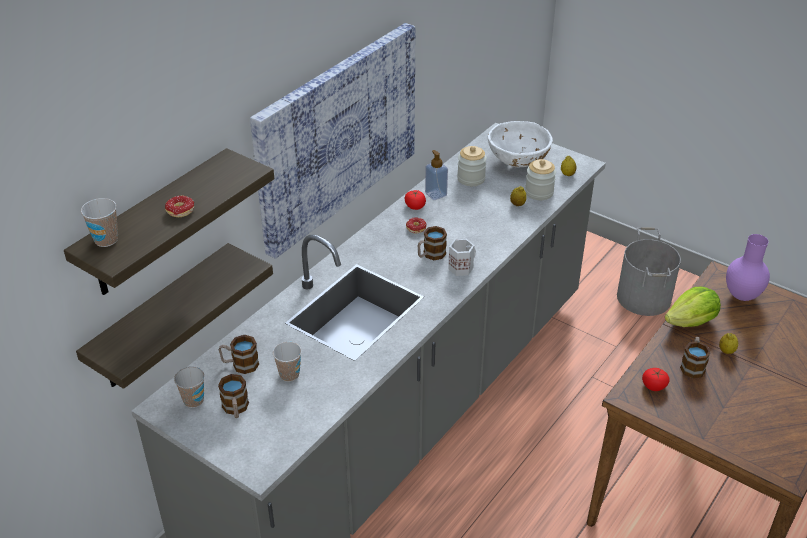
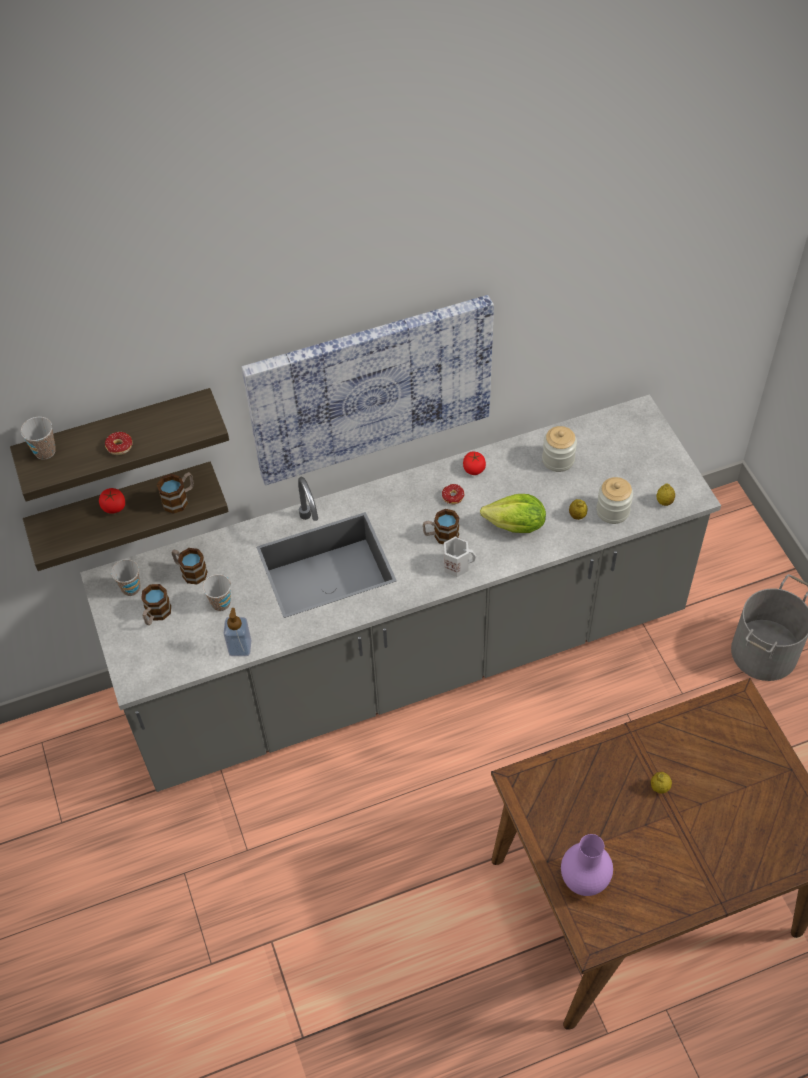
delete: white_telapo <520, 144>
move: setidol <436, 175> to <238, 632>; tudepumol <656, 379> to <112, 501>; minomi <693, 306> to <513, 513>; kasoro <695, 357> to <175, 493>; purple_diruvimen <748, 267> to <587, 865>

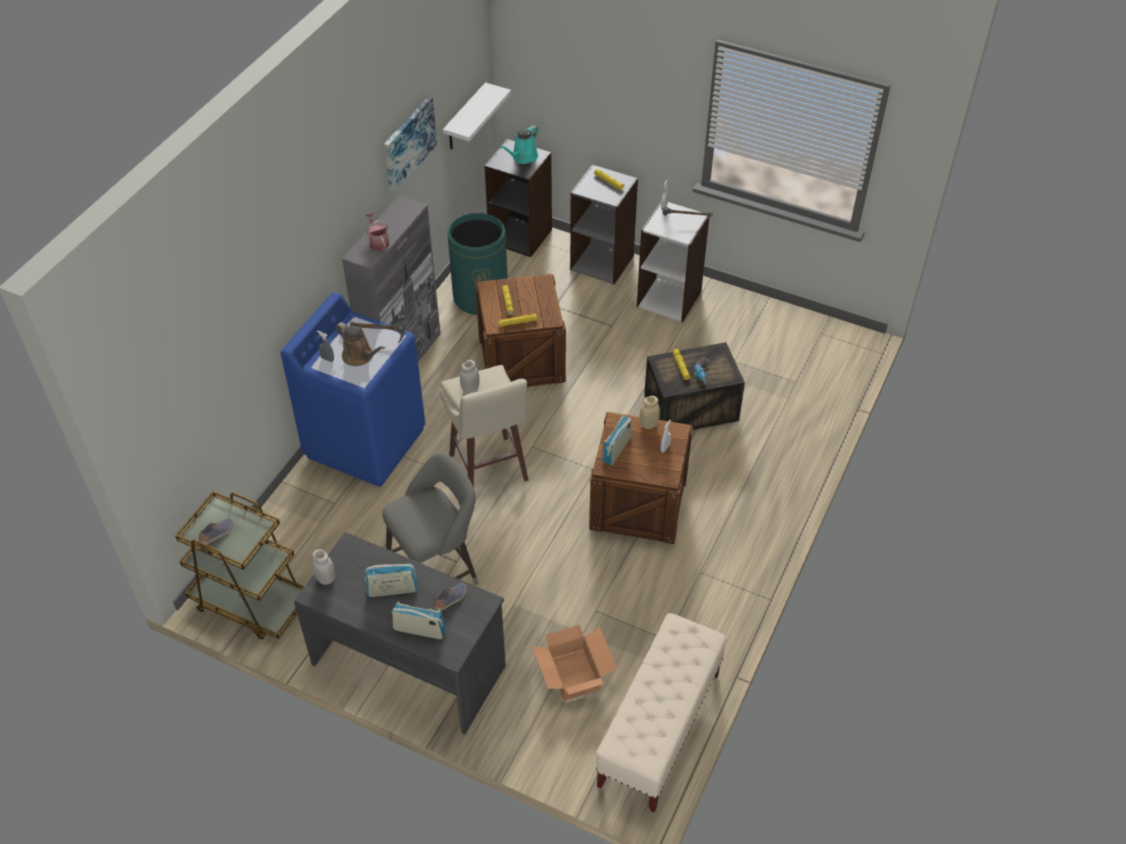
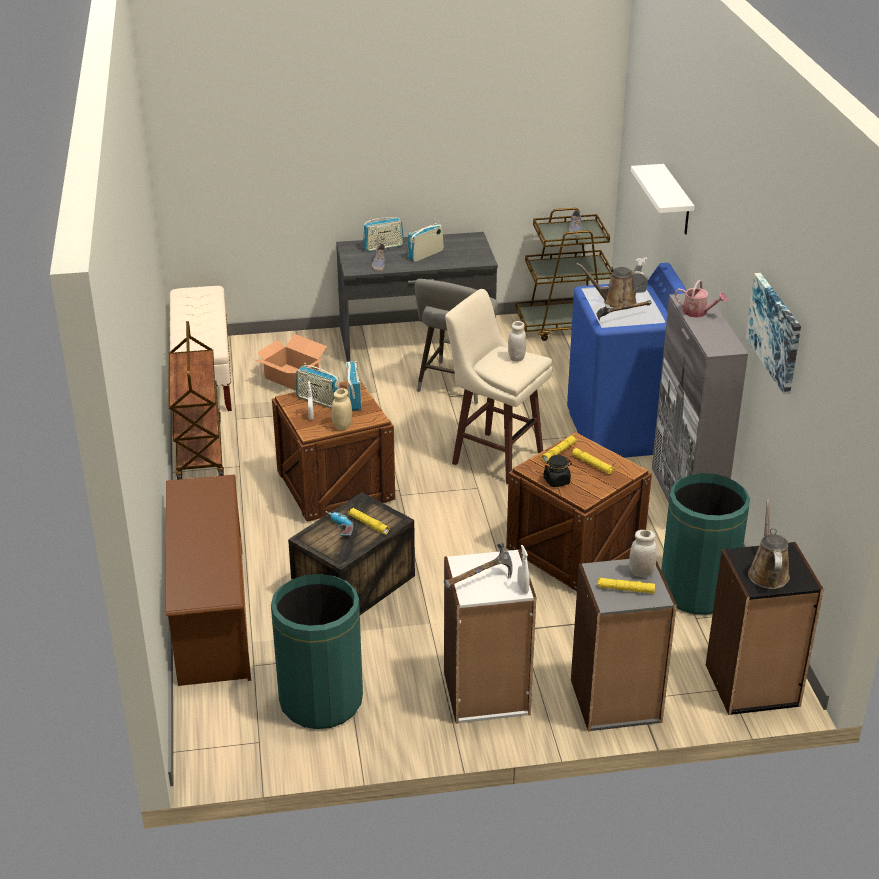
insert: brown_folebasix <208, 580>; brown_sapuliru <196, 400>; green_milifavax <317, 651>; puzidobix <318, 385>; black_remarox <557, 471>
move: white_remarox <323, 567> to <643, 553>; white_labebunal <477, 115> to <662, 199>
recolor: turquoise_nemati <519, 145> to brown_nemati <769, 544>

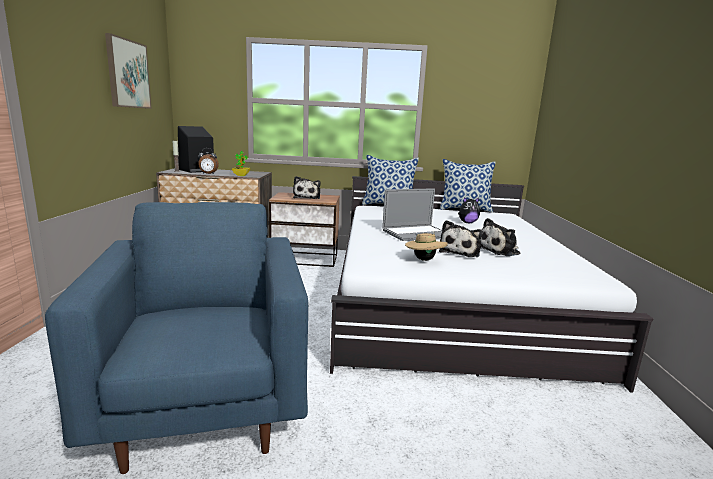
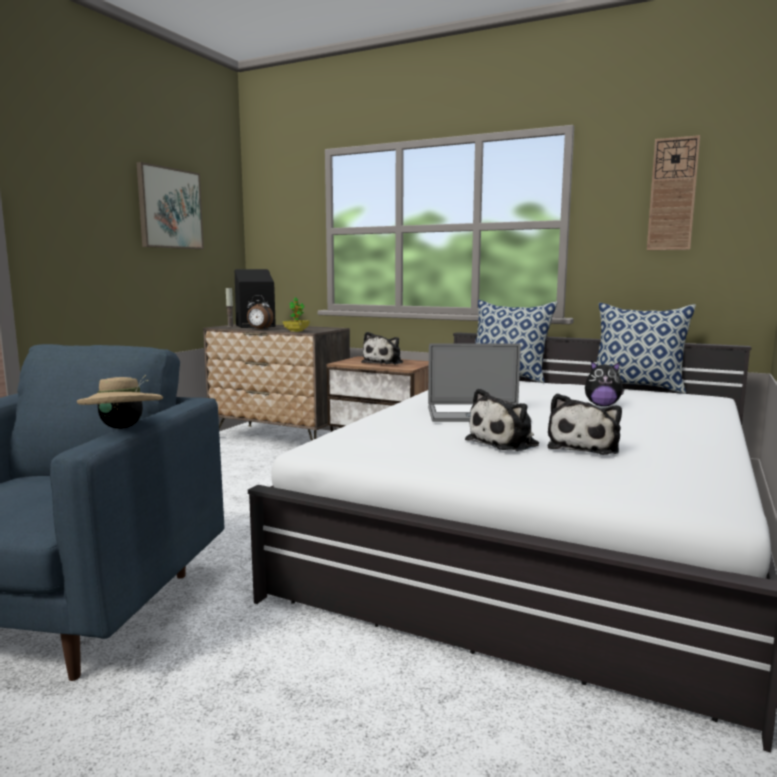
insert: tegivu <673, 192>
move: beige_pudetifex <426, 246> to <120, 402>
rotate: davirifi <500, 237> = <585, 424> 60 degrees counterclockwise

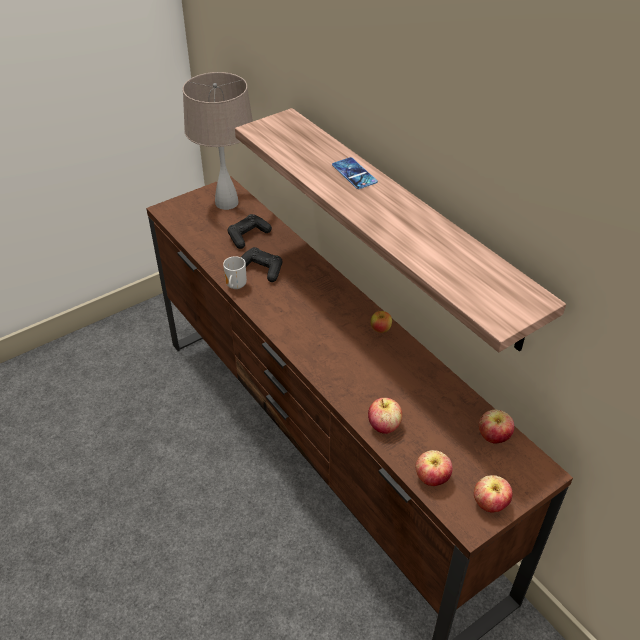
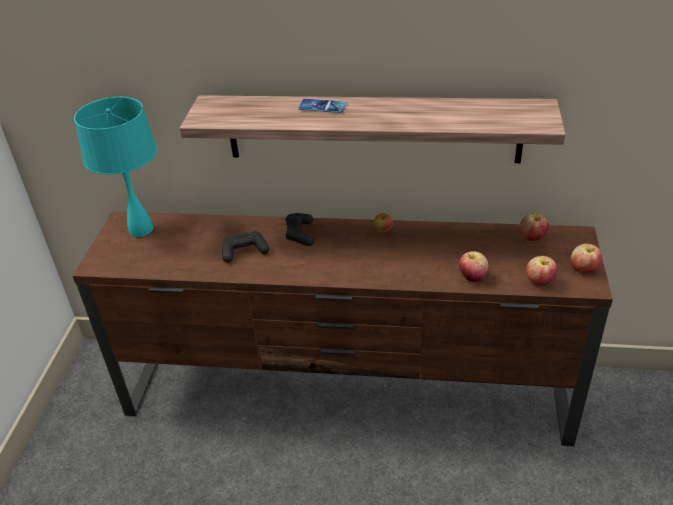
delete: kasoro <235, 272>
move: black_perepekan <249, 231> to <299, 229>
recolor: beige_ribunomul <218, 141> to turquoise_ribunomul <115, 167>

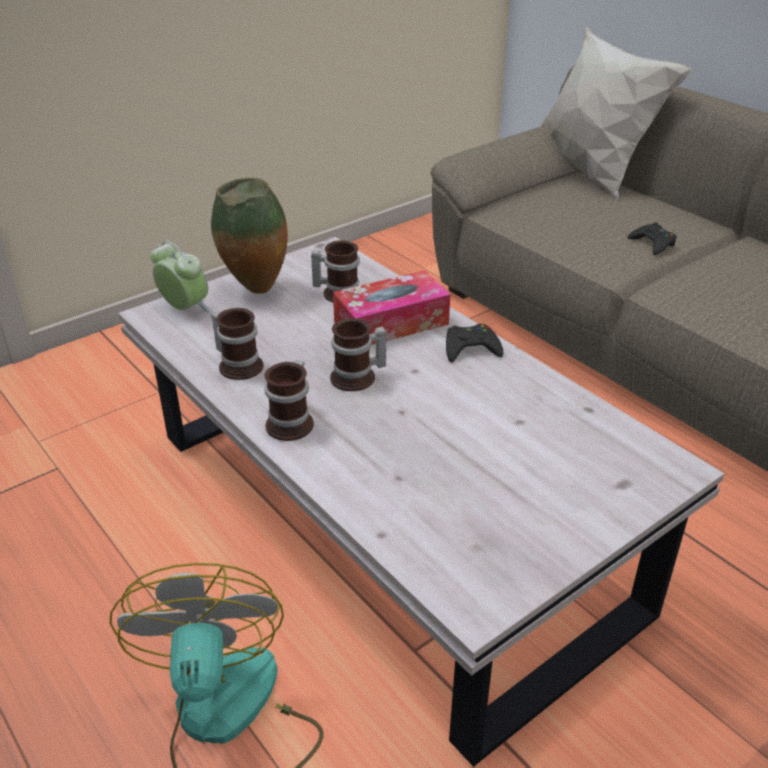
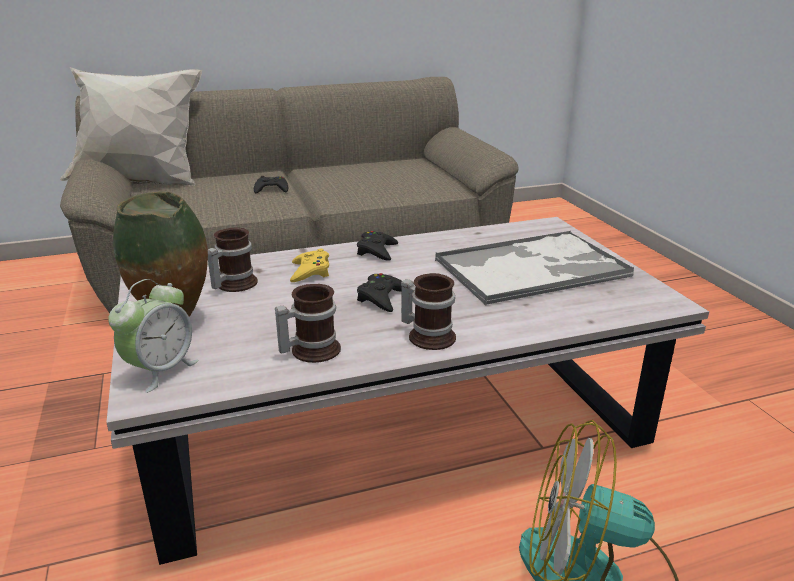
insert: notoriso <534, 268>
replace: kasoro <358, 355> to black_perepekan <379, 292>; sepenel <391, 307> to yellow_perepekan <309, 265>
rotate: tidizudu <181, 277> = <153, 336> 150 degrees clockwise

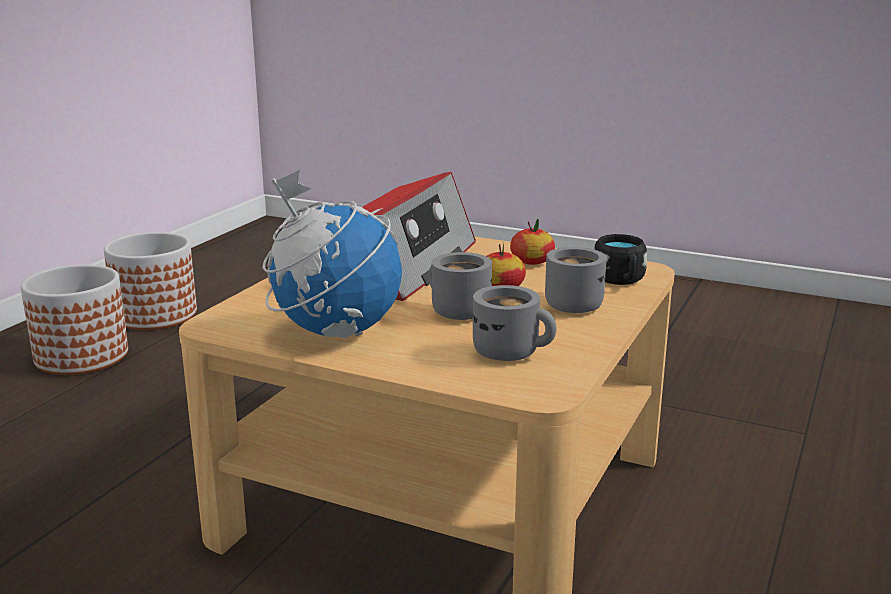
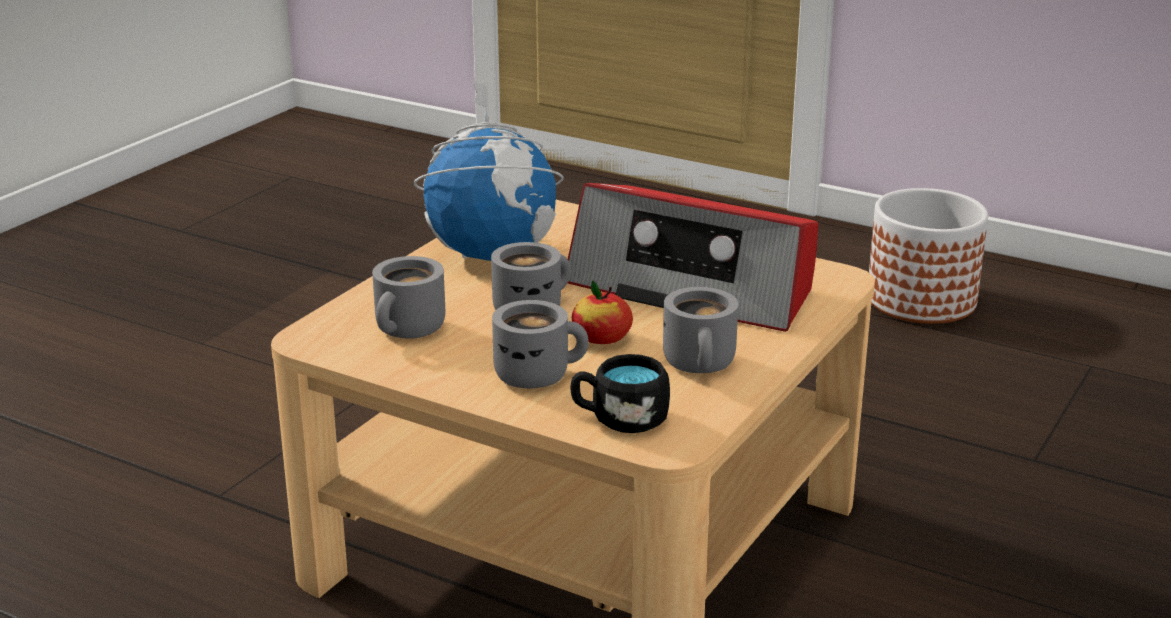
delete: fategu <150, 281>
replace: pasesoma <532, 242> to grey_kasoro <700, 330>

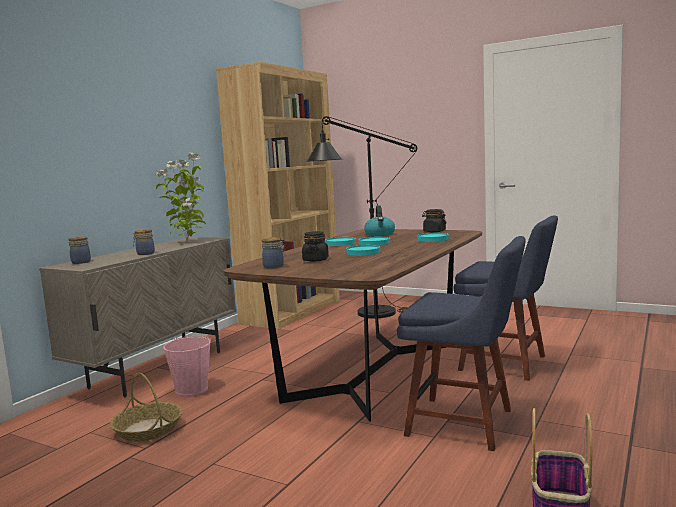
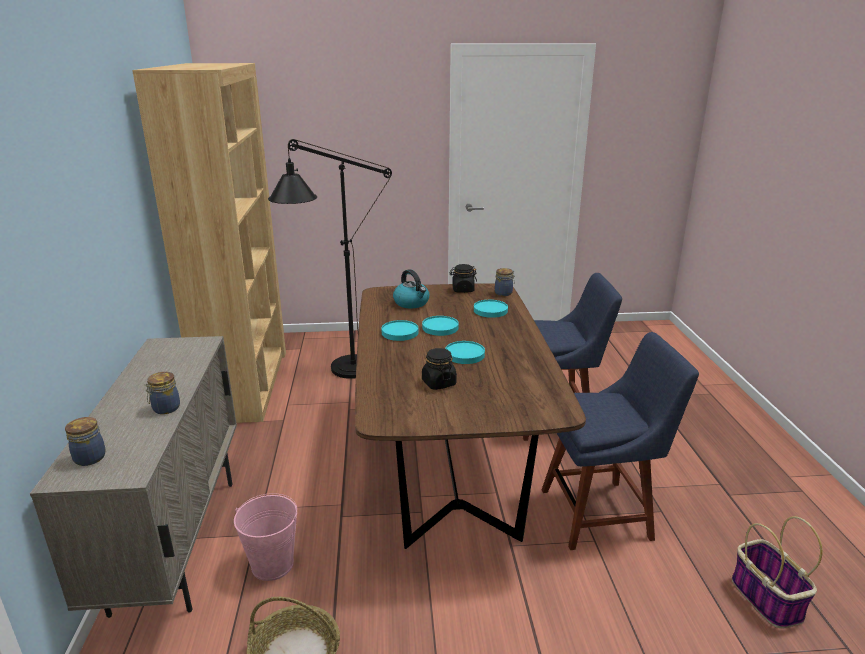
delete: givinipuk <180, 198>
move: remarox <274, 252> to <505, 282>

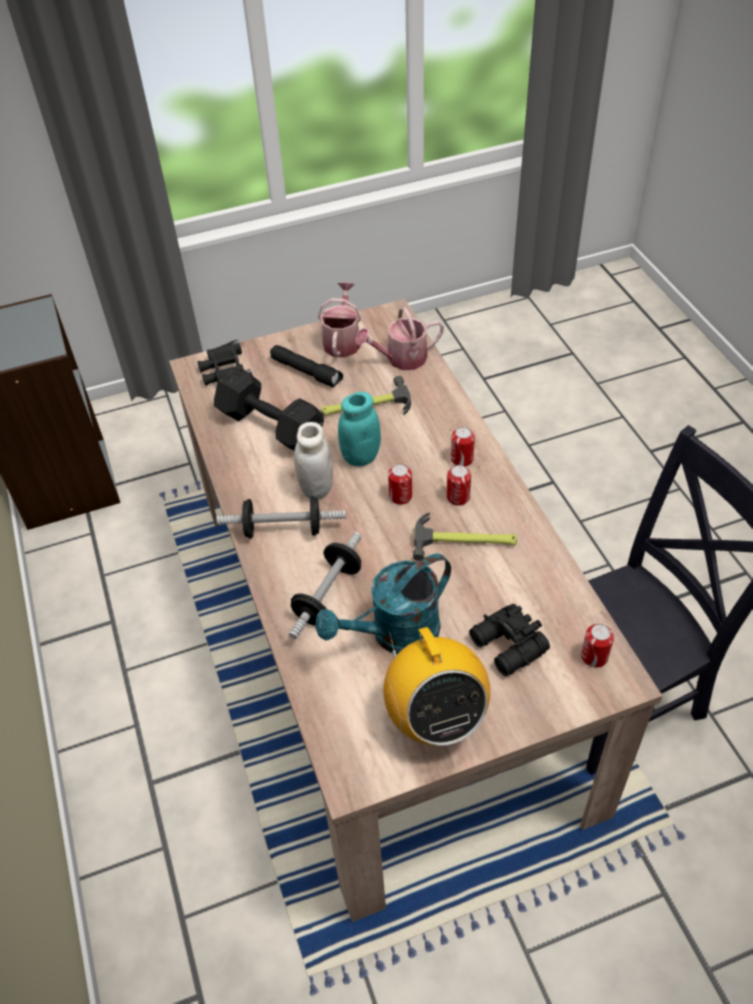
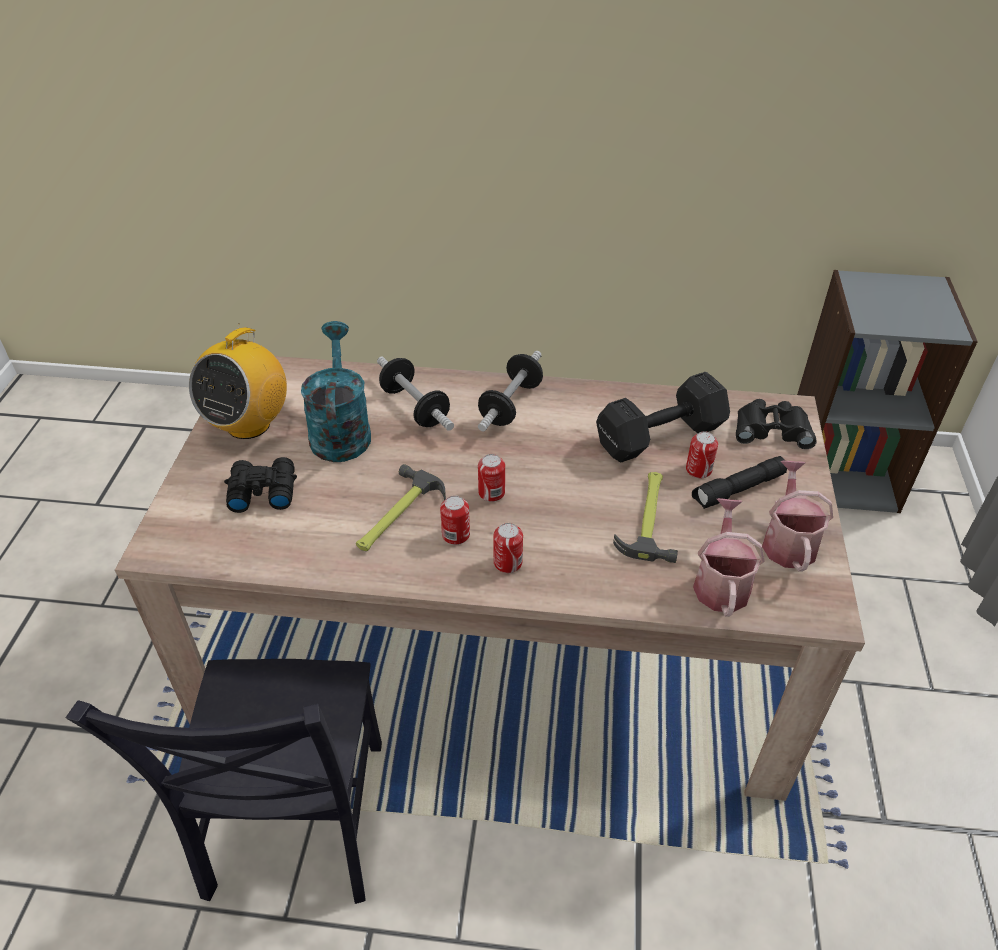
delete: white_remarox <313, 461>; turquoise_remarox <359, 429>
move: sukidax <597, 645> to <702, 454>
rotate: nemati <339, 319> = <797, 516> 120 degrees counterclockwise; puzidobix <436, 686> = <238, 381> 75 degrees counterclockwise

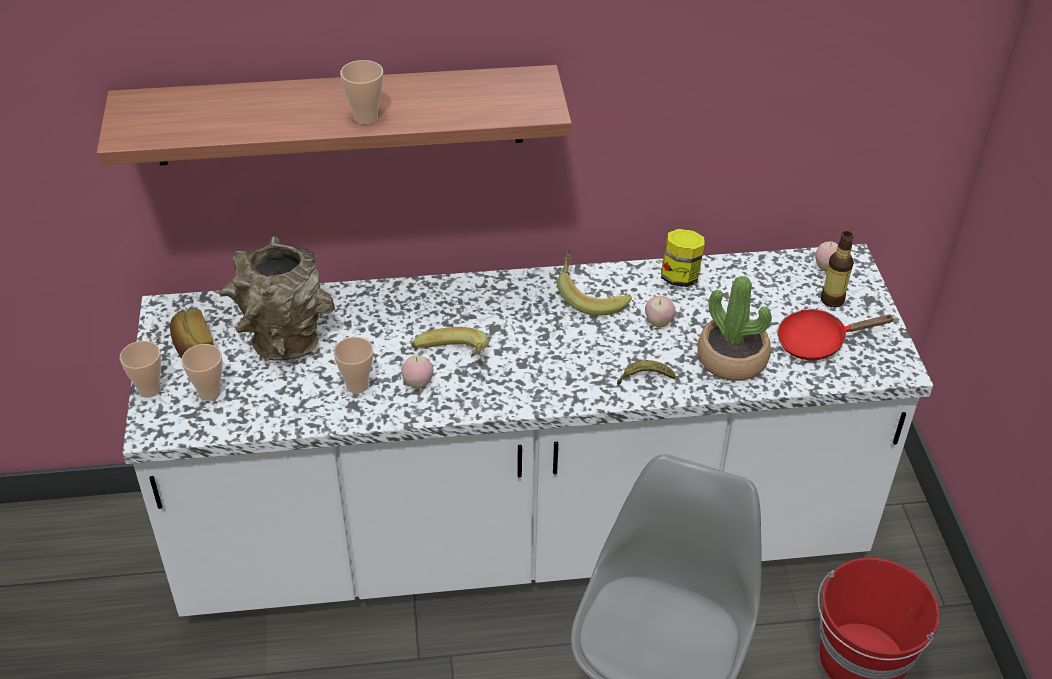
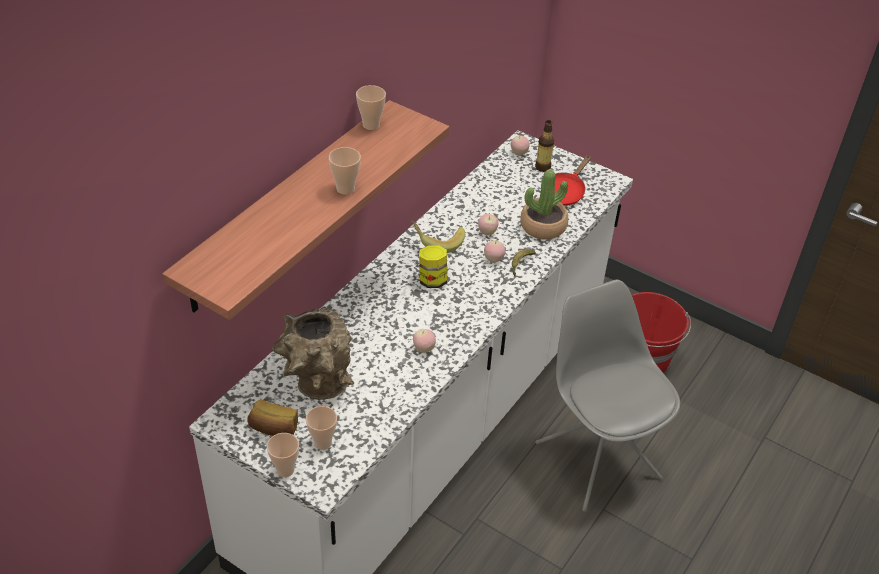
delete: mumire <450, 342>
insert: pasesoma <495, 251>
move: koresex <353, 365> to <371, 107>; remarox <683, 258> to <433, 266>

